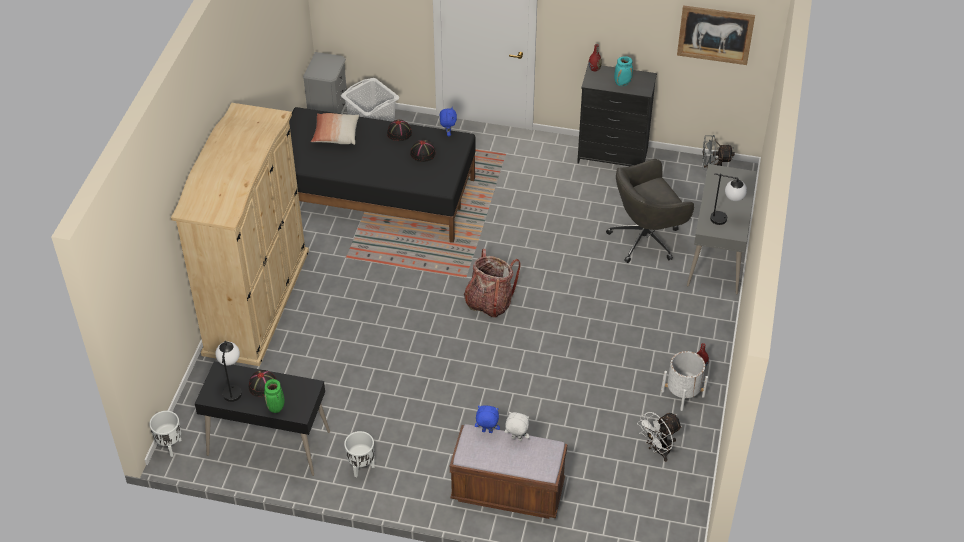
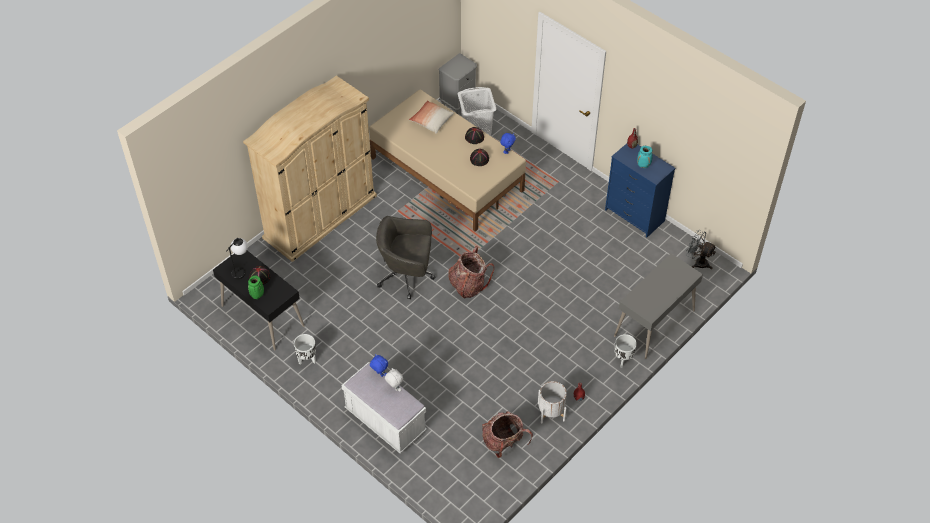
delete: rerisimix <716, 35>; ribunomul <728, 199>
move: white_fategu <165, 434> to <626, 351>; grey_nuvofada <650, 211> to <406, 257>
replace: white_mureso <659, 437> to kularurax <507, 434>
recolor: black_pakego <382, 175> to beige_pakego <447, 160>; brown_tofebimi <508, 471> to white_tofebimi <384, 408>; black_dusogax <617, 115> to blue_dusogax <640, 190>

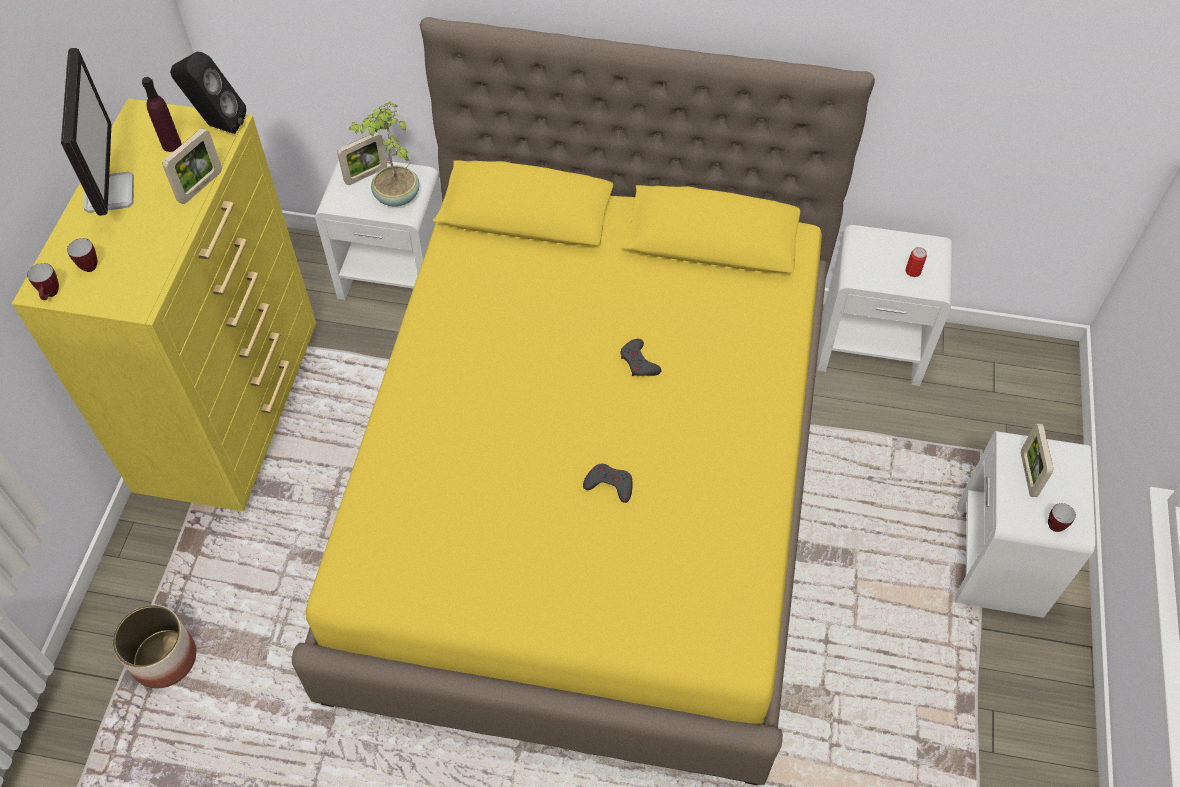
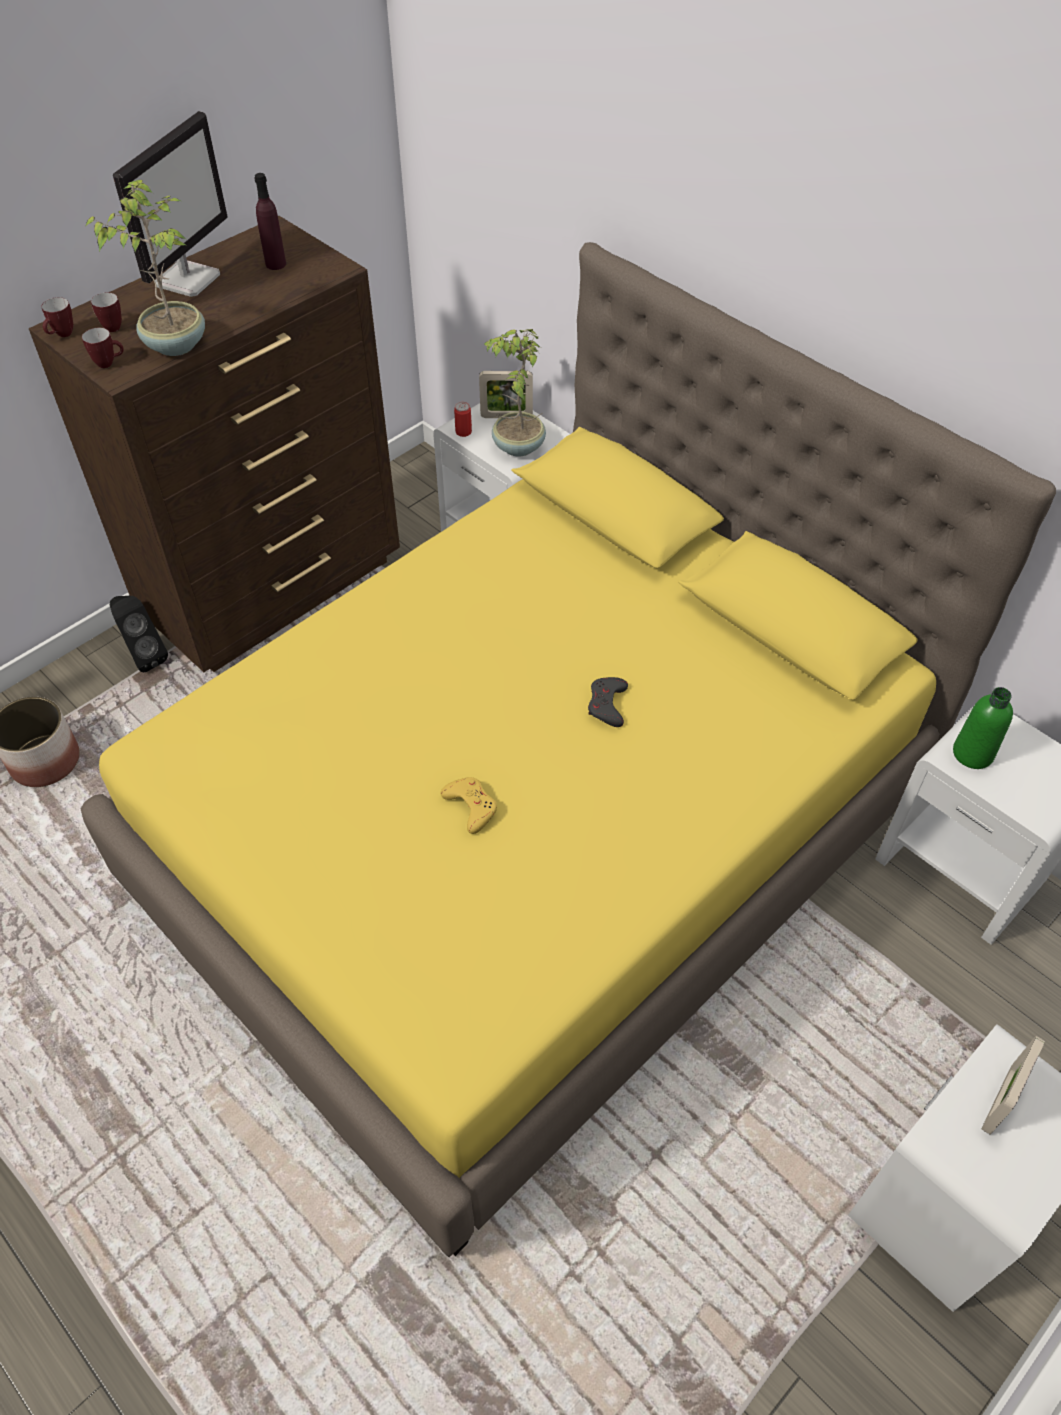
delete: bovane <192, 166>
insert: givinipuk <145, 268>; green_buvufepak <983, 728>
move: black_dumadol <208, 93> to <139, 634>; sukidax <916, 262> to <463, 419>; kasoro <1062, 517> to <103, 348>
recolor: yellow_dusogax <164, 304> to brown_dusogax <214, 444>; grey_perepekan <608, 483> to yellow_perepekan <468, 805>

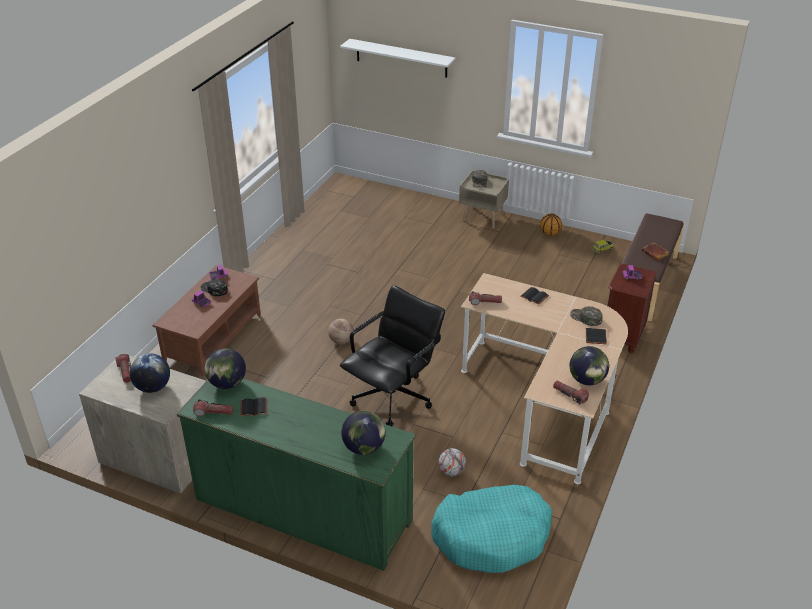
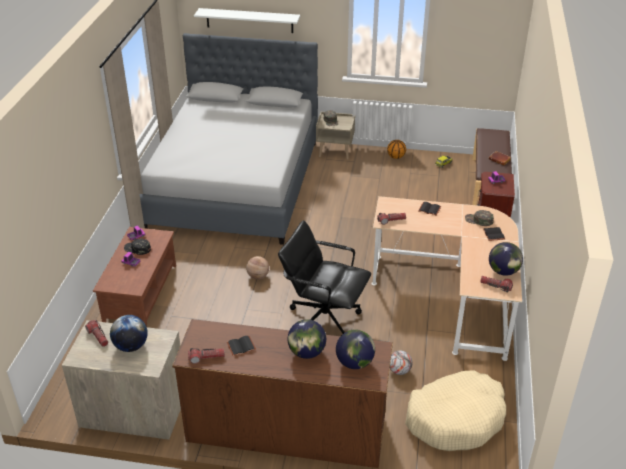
insert: grey_pakego <229, 139>
move: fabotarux <225, 368> to <307, 339>
recolor: green_dusogax <296, 474> to brown_dusogax <282, 393>; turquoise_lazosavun <491, 529> to beige_lazosavun <455, 410>
rotate: black_nuvofada <392, 355> = <324, 276> 90 degrees counterclockwise

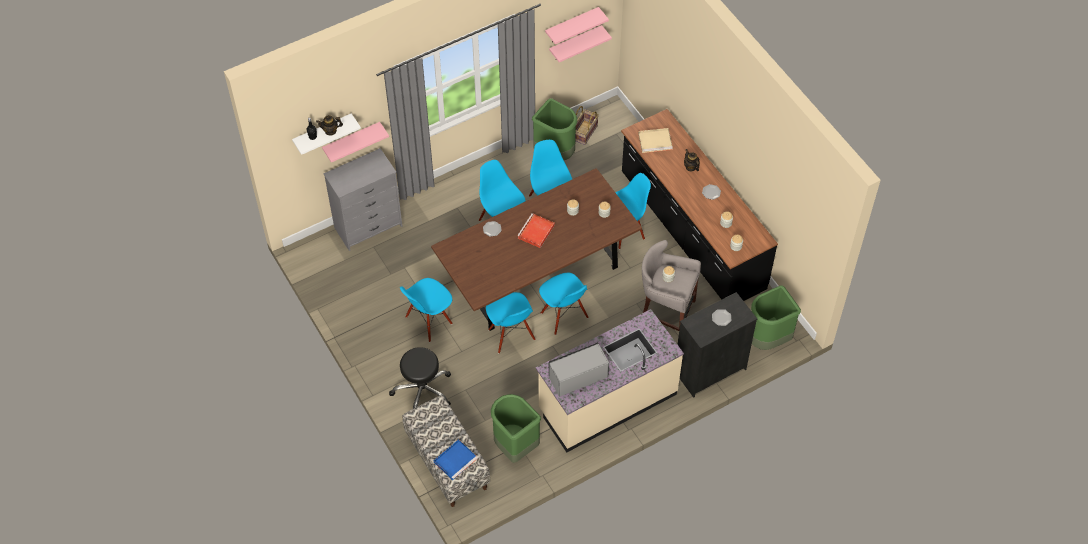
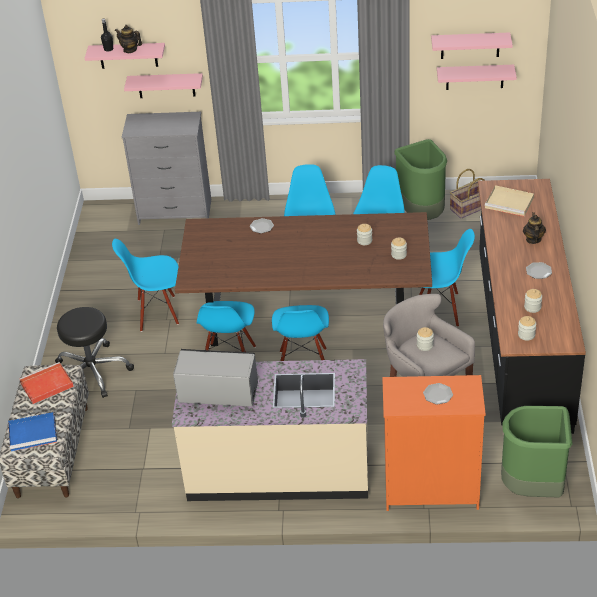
delete: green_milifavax <516, 428>
move: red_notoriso <536, 230> to <46, 383>
recolor: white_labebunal <326, 134> to pink_labebunal <125, 56>; black_dusogax <717, 345> to orange_dusogax <434, 443>

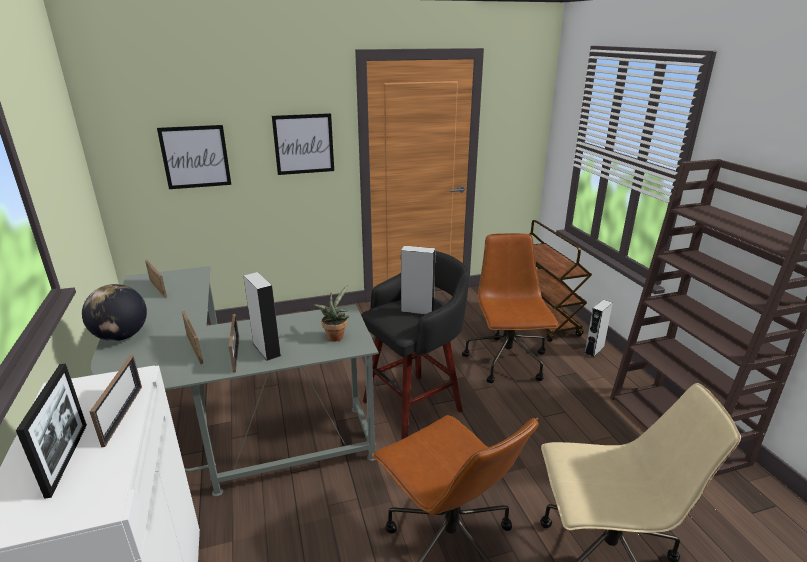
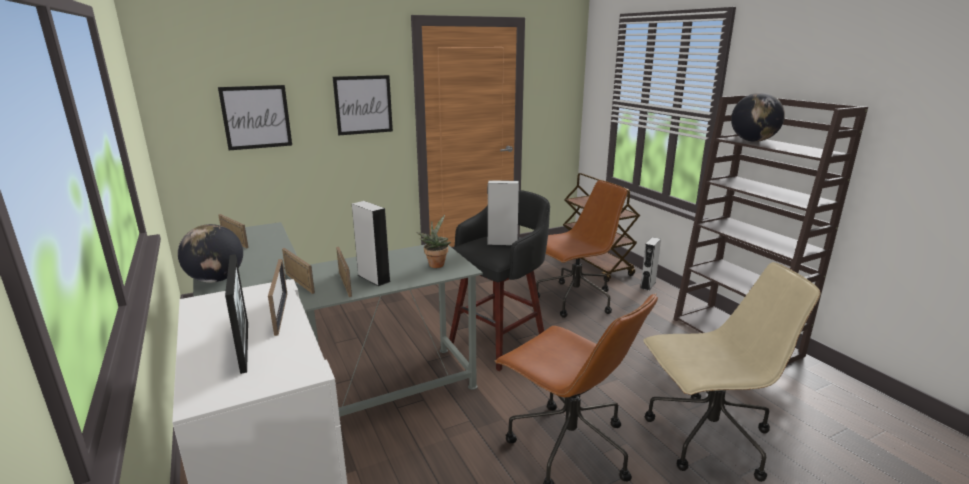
insert: fabotarux <758, 117>
rotate: brown_nuvofada <510, 308> = <582, 249> 75 degrees clockwise

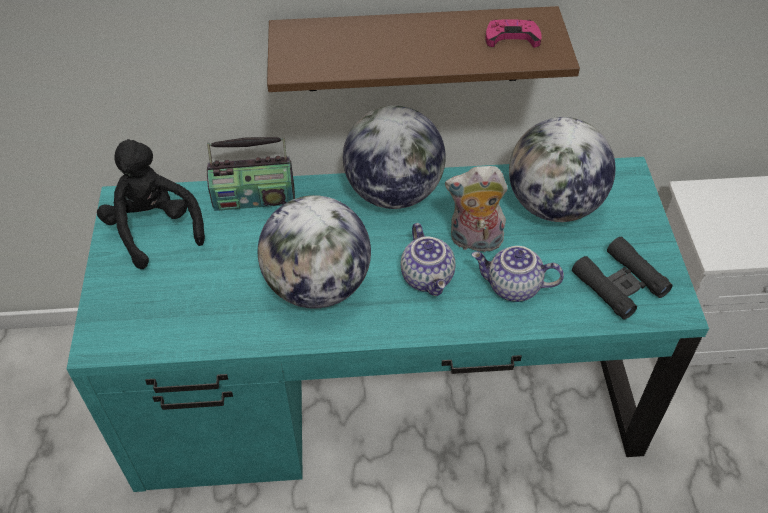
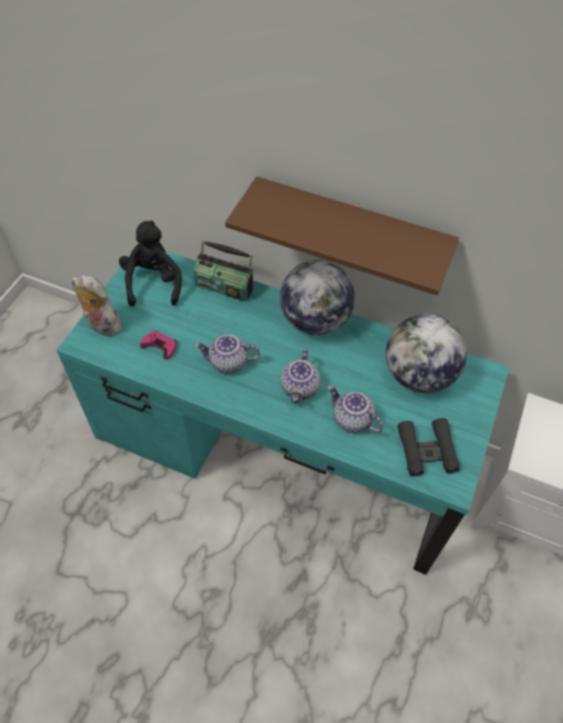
move: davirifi <476, 209> to <96, 305>; pink_perepekan <514, 33> to <158, 345>
replace: fabotarux <314, 251> to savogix <227, 354>

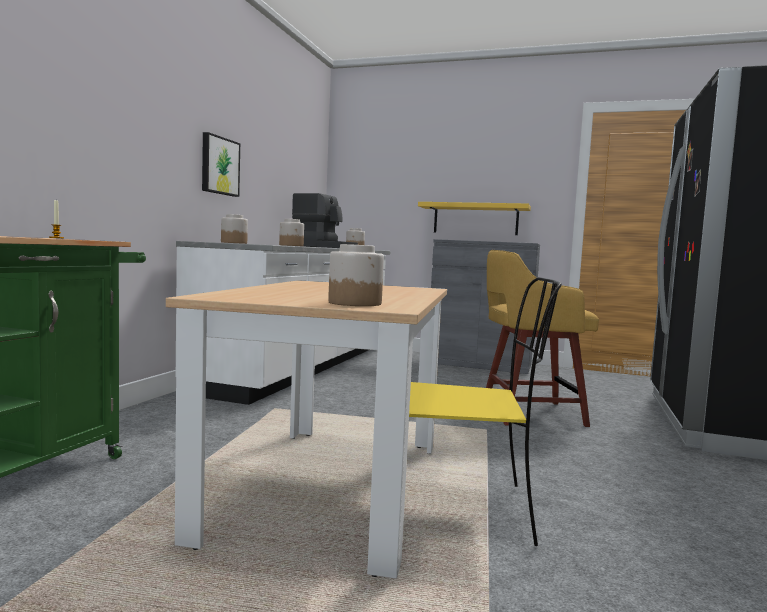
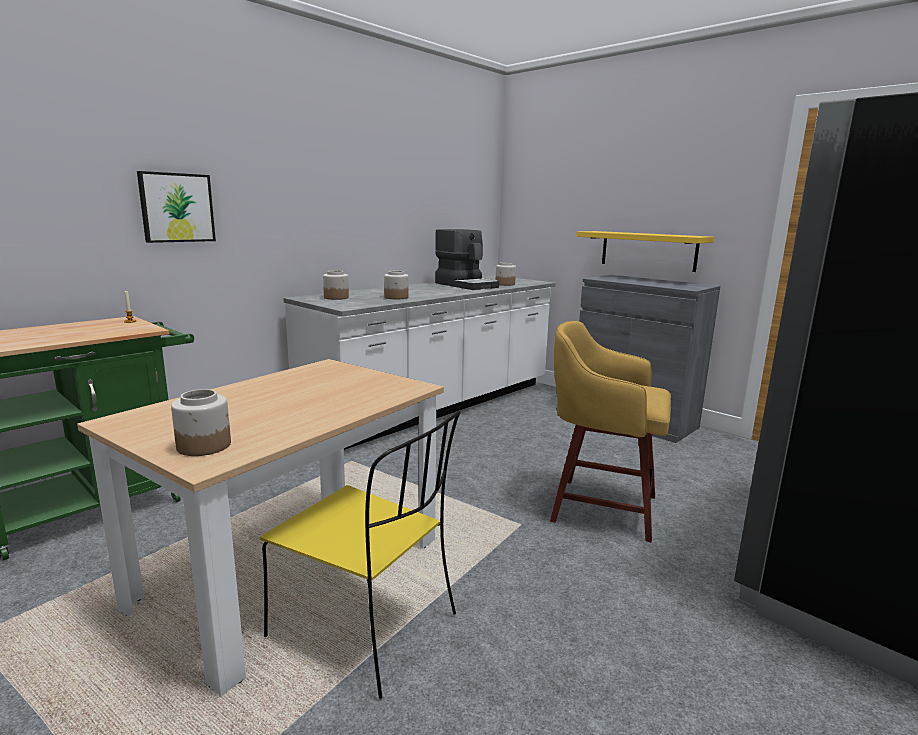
move: rerisimix <221, 164> to <176, 207>

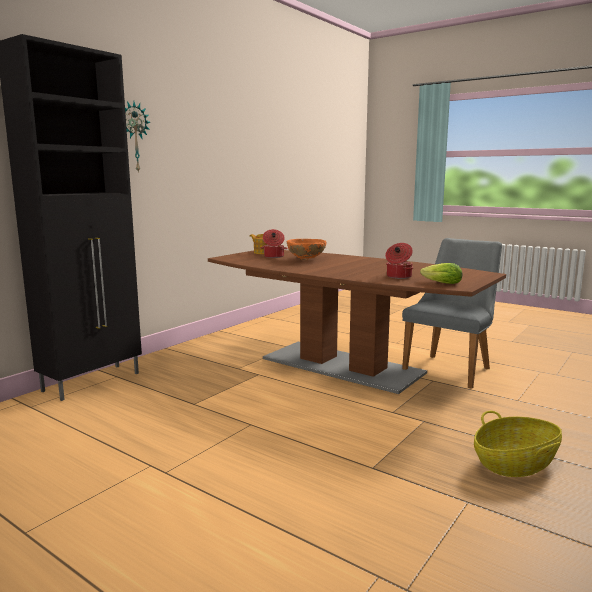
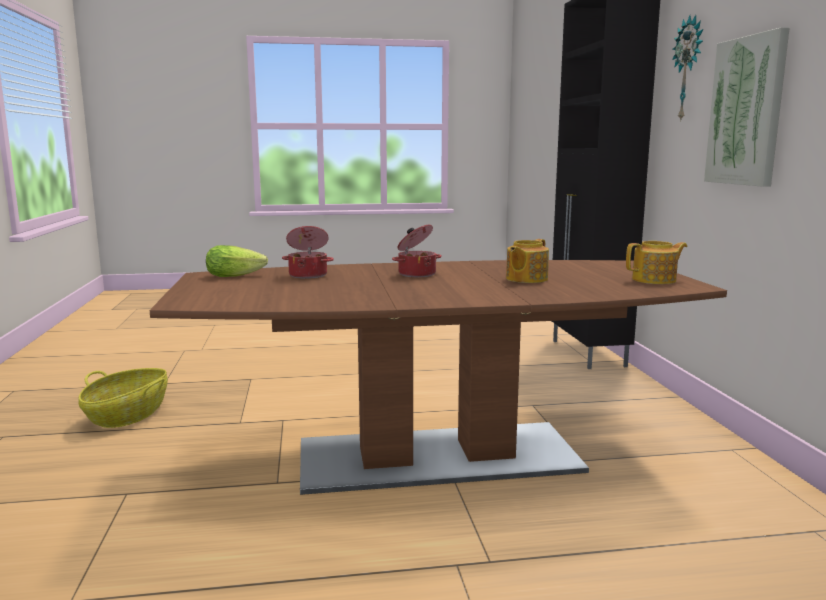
delete: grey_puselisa <452, 313>
insert: rerisimix <747, 107>
move: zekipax <274, 243> to <417, 251>
replace: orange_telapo <306, 249> to savogix <527, 261>

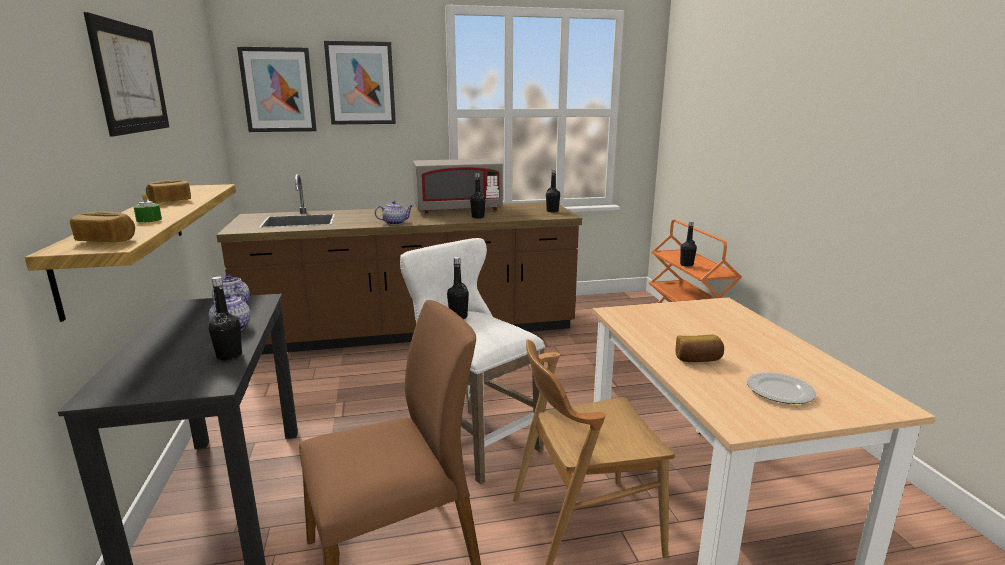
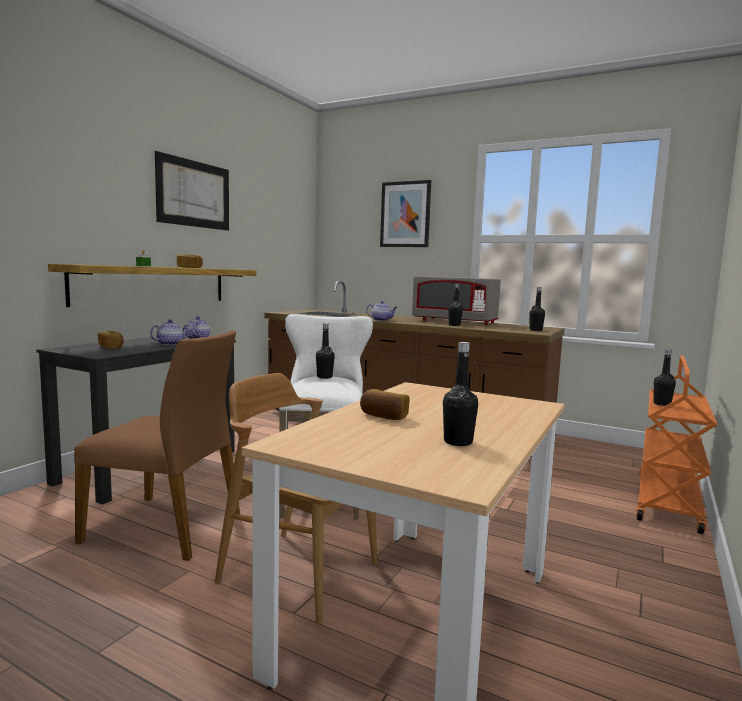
delete: rerisimix <277, 89>; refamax <781, 388>
move: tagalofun <102, 227> to <111, 340>; black_buvufepak <225, 318> to <460, 394>

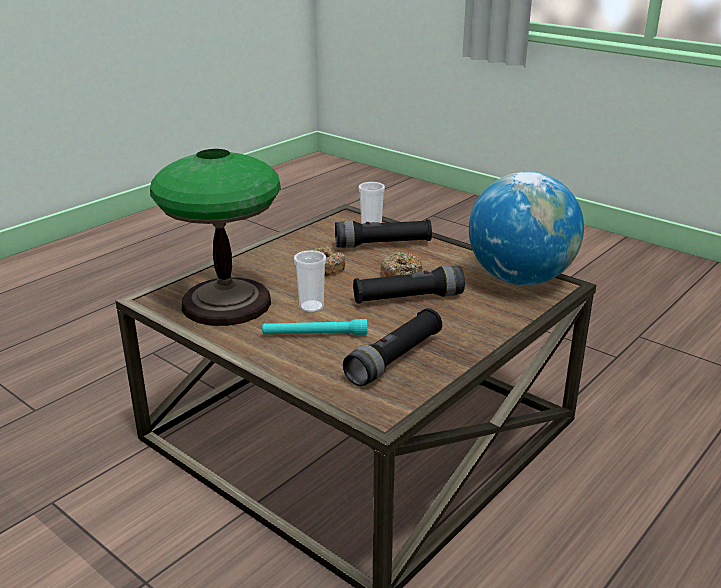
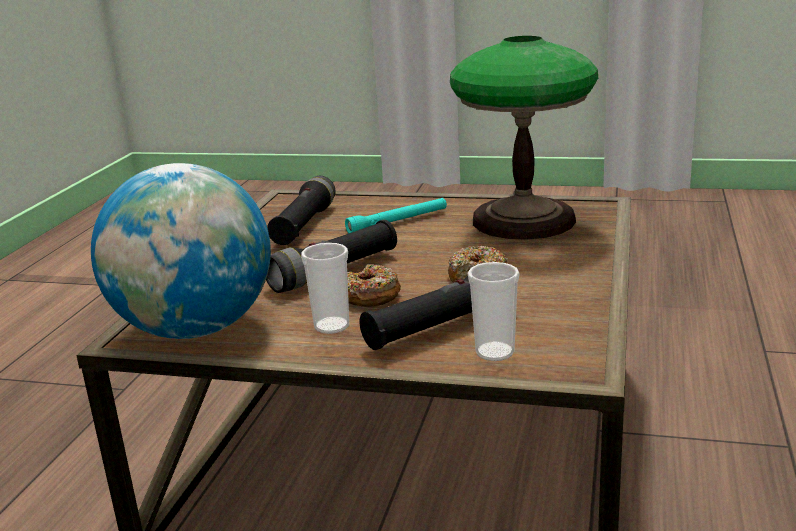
move: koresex <310, 281> to <325, 288>

